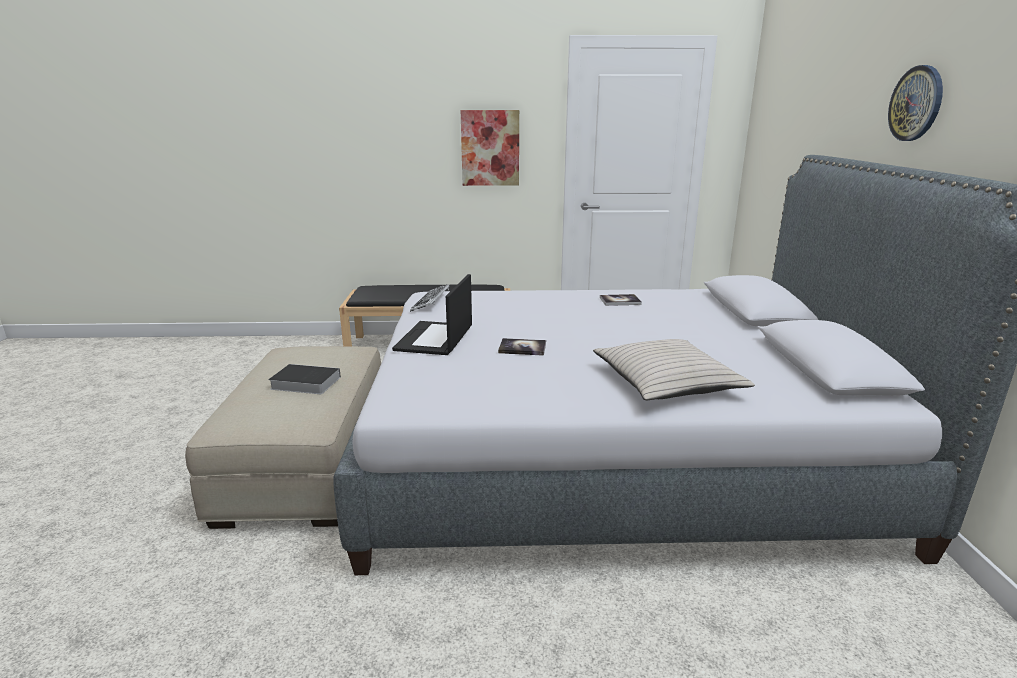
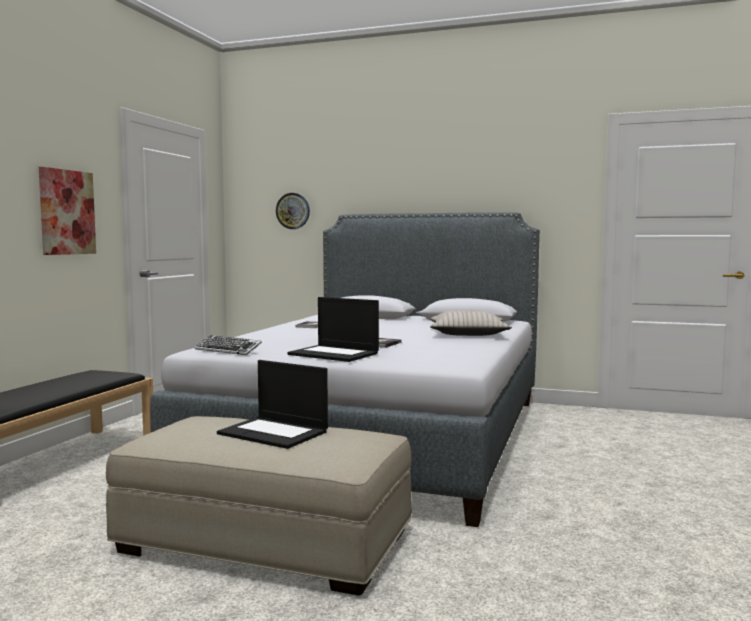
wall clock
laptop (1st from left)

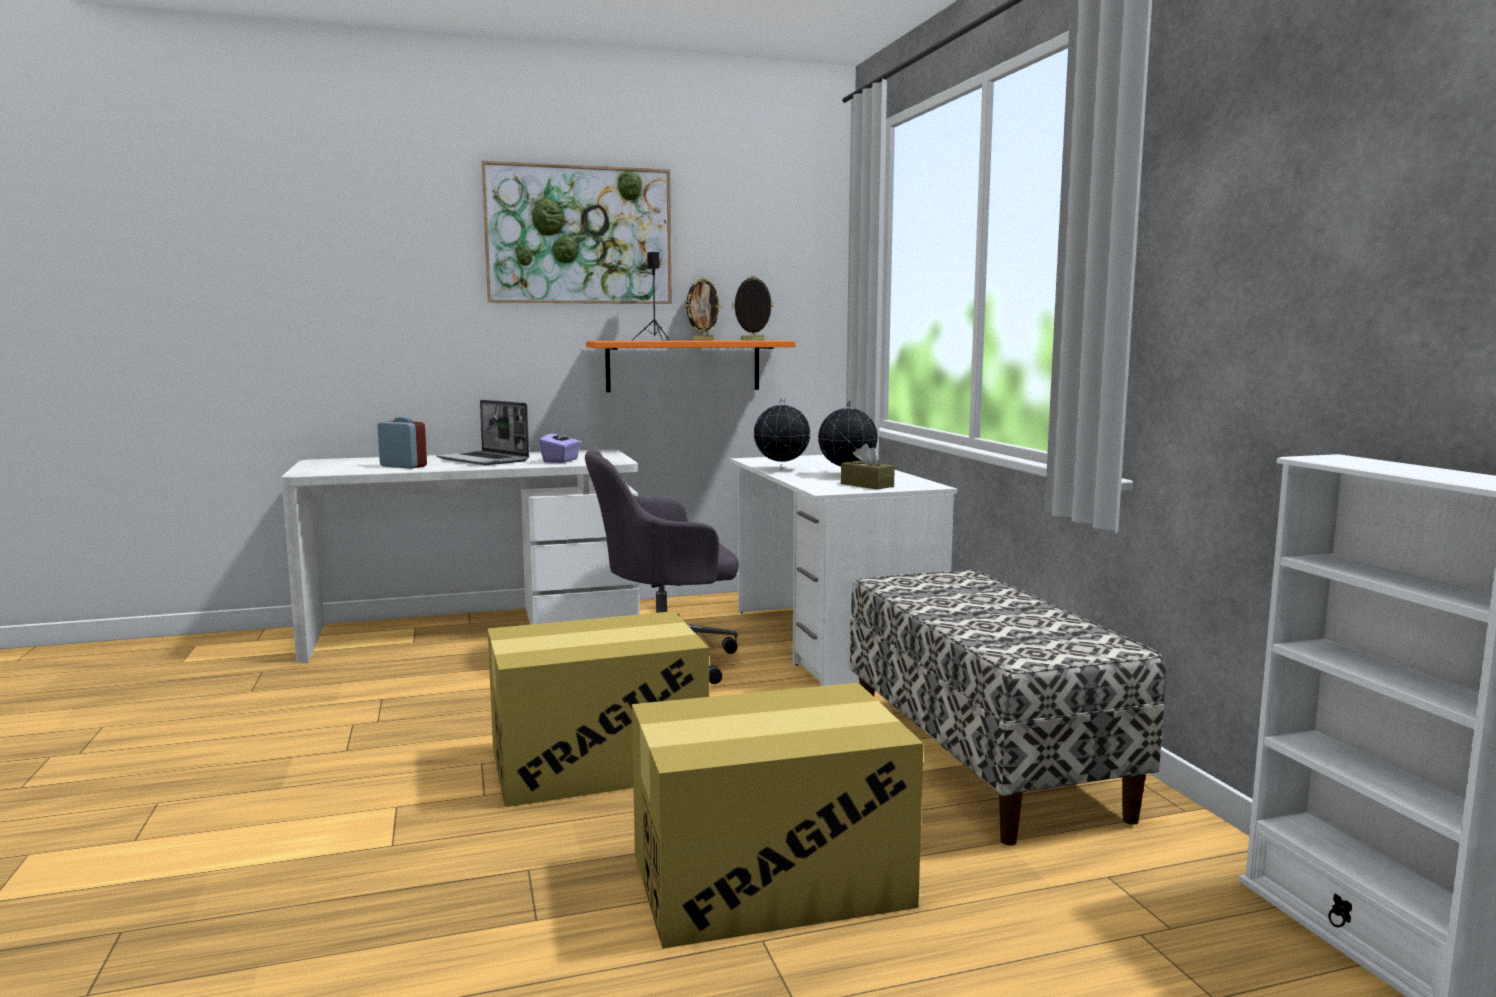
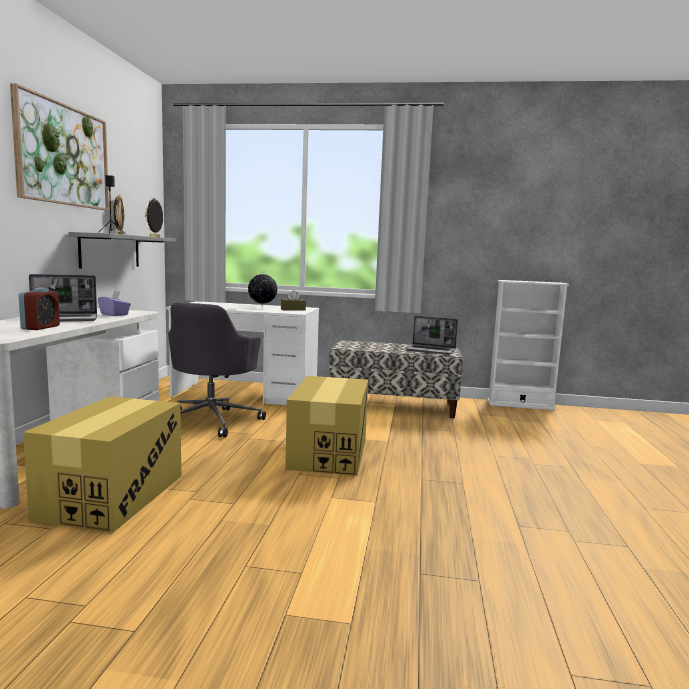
globe (1st from left in the first image)
laptop (2nd from left)
cardboard box (1st from left)
shelf (grey)
alarm clock

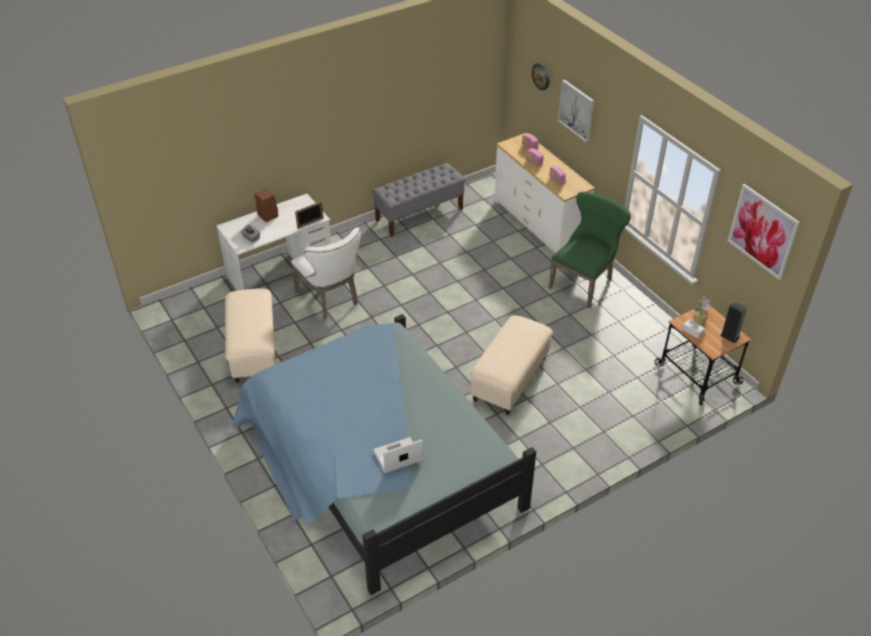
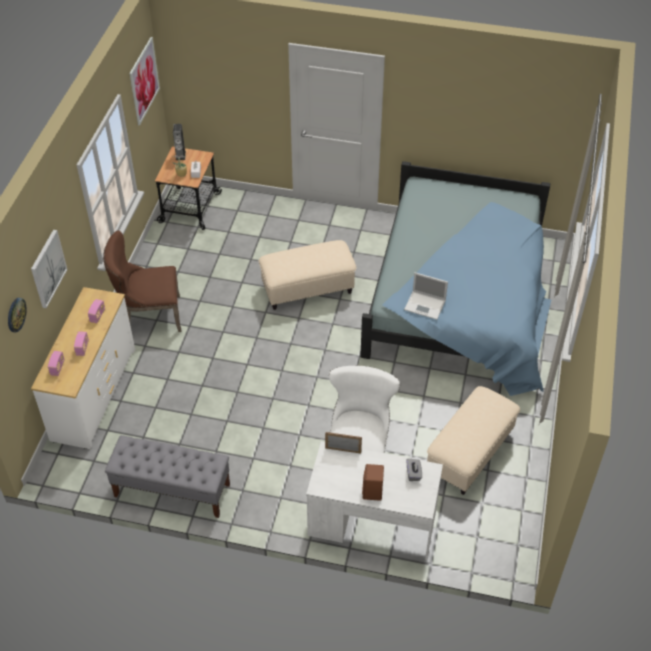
laptop
chair (brown)

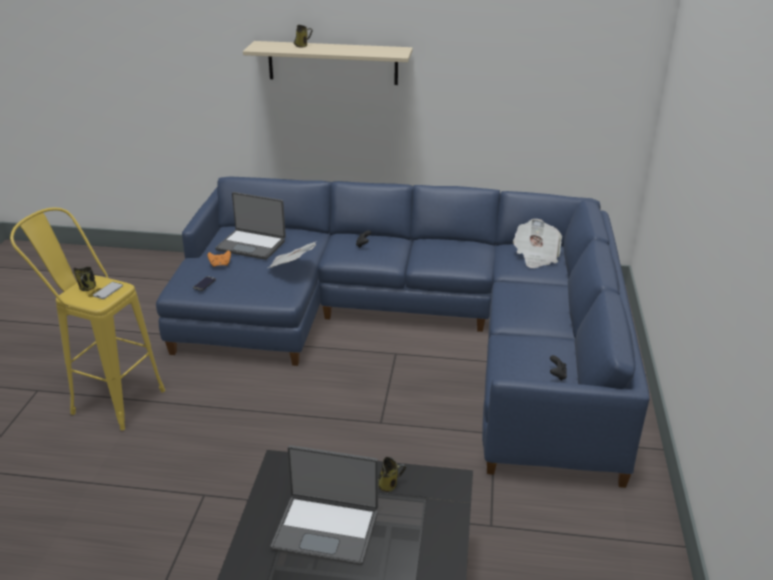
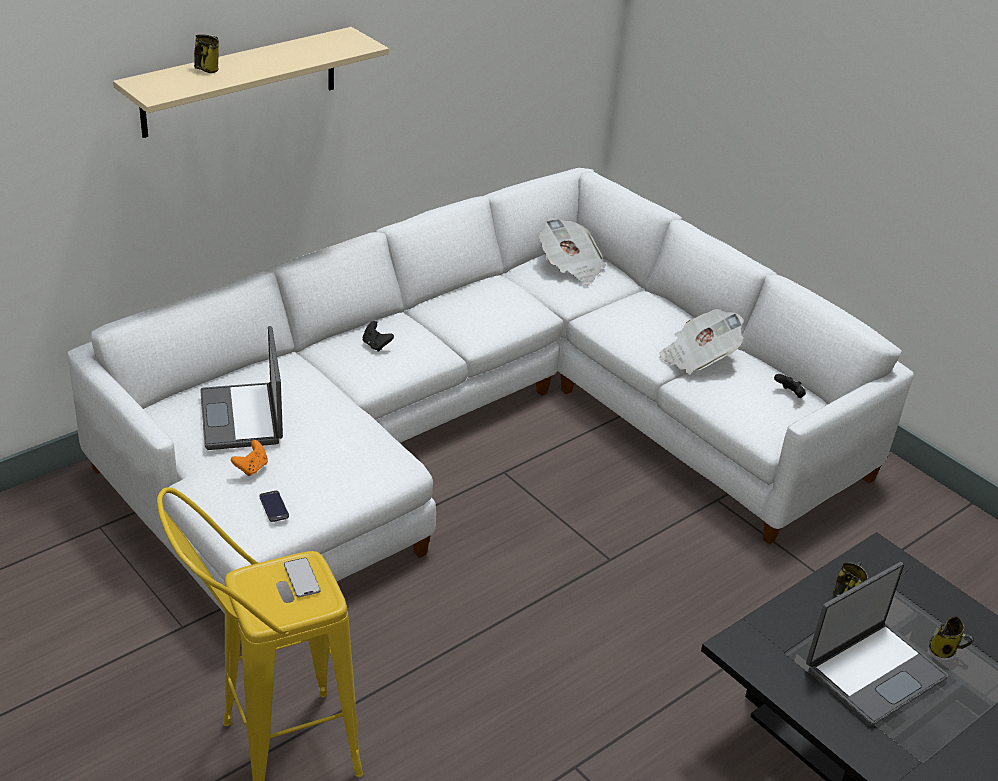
mug (3rd from left)
newspaper (2nd from left)
sofa (white)
laptop (1st from left)

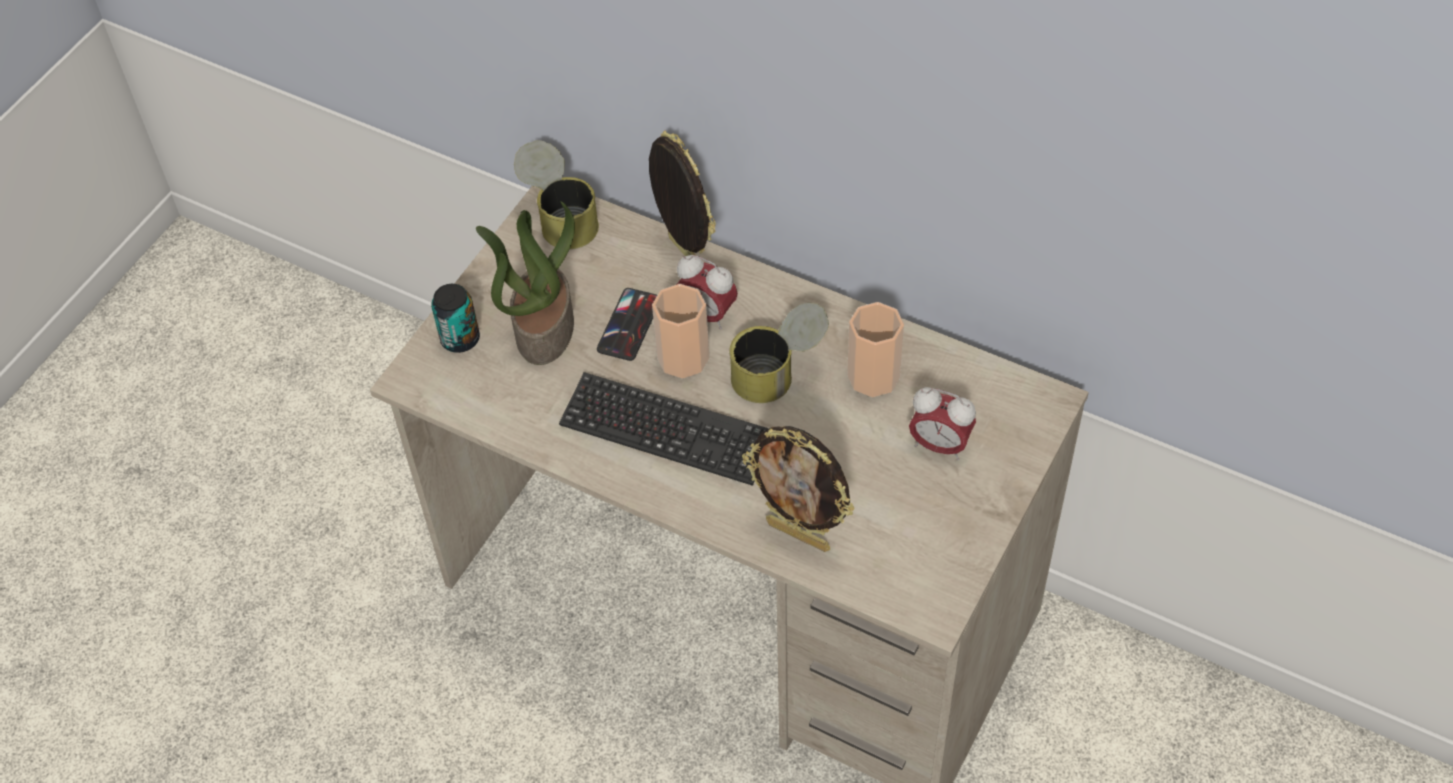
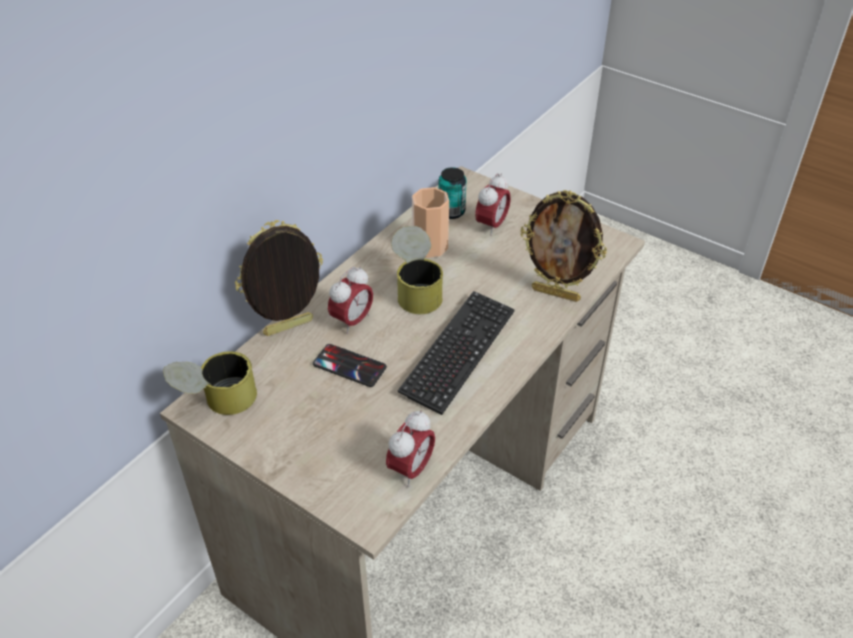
potted plant
cup (1st from left in the first image)
alarm clock (2nd from left)
can (3rd from left)
picture frame (2nd from left)

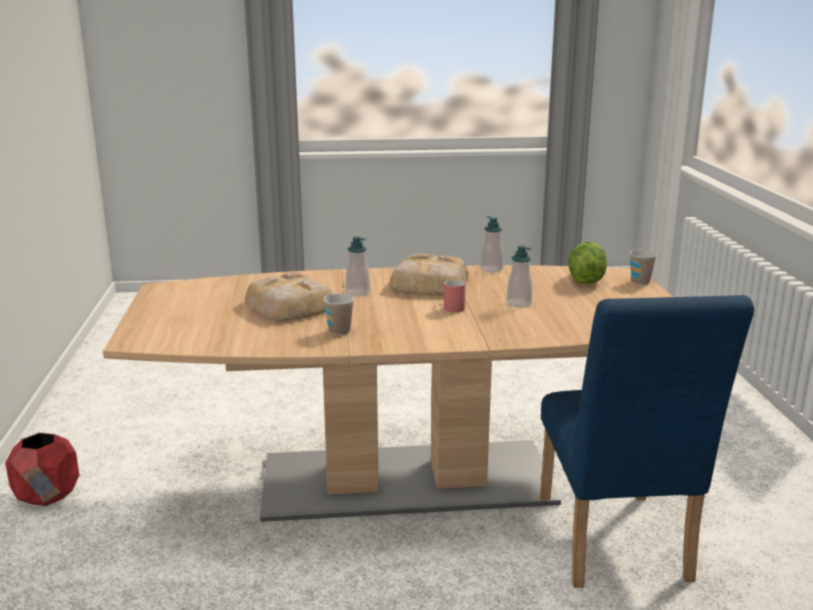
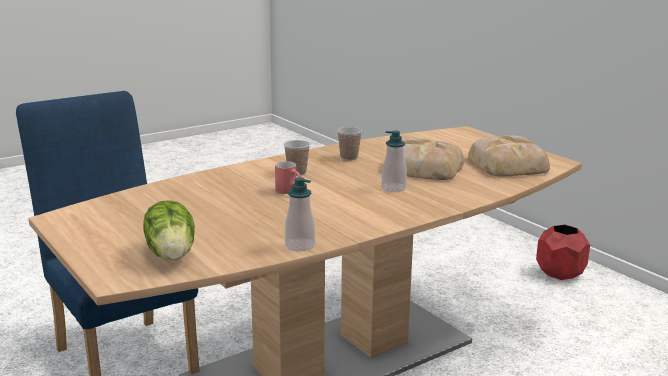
soap dispenser (3rd from left in the first image)
bread (2nd from left)
cup (1st from left)

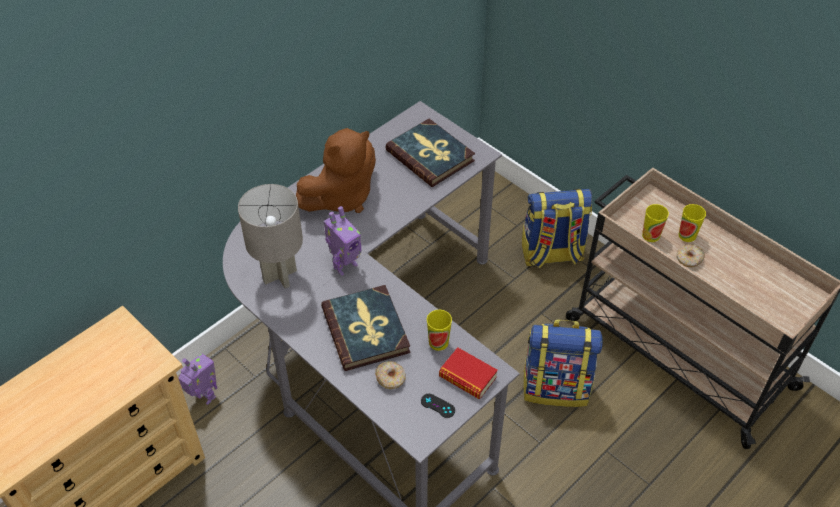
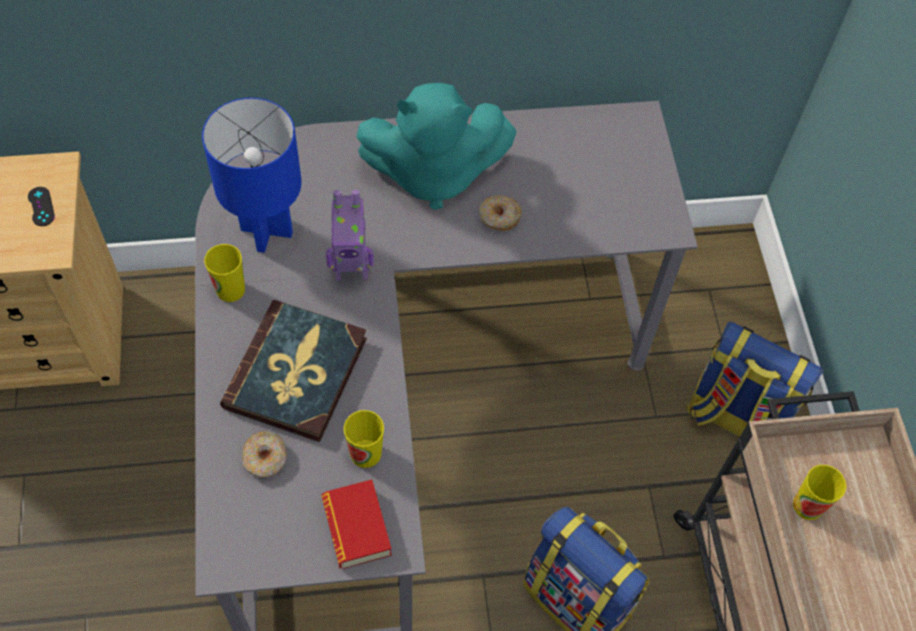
toy robot (1st from left in the first image)
book (2nd from left in the first image)
game controller (black)
donut (2nd from left)
cup (1st from left)
table lamp (blue)
plush toy (turquoise)

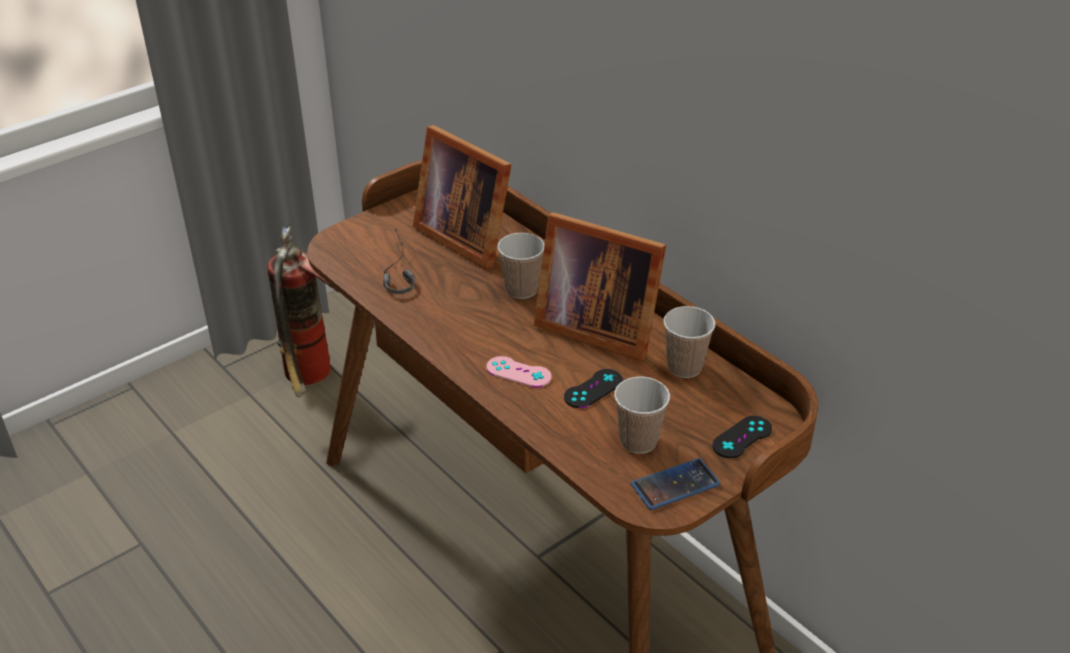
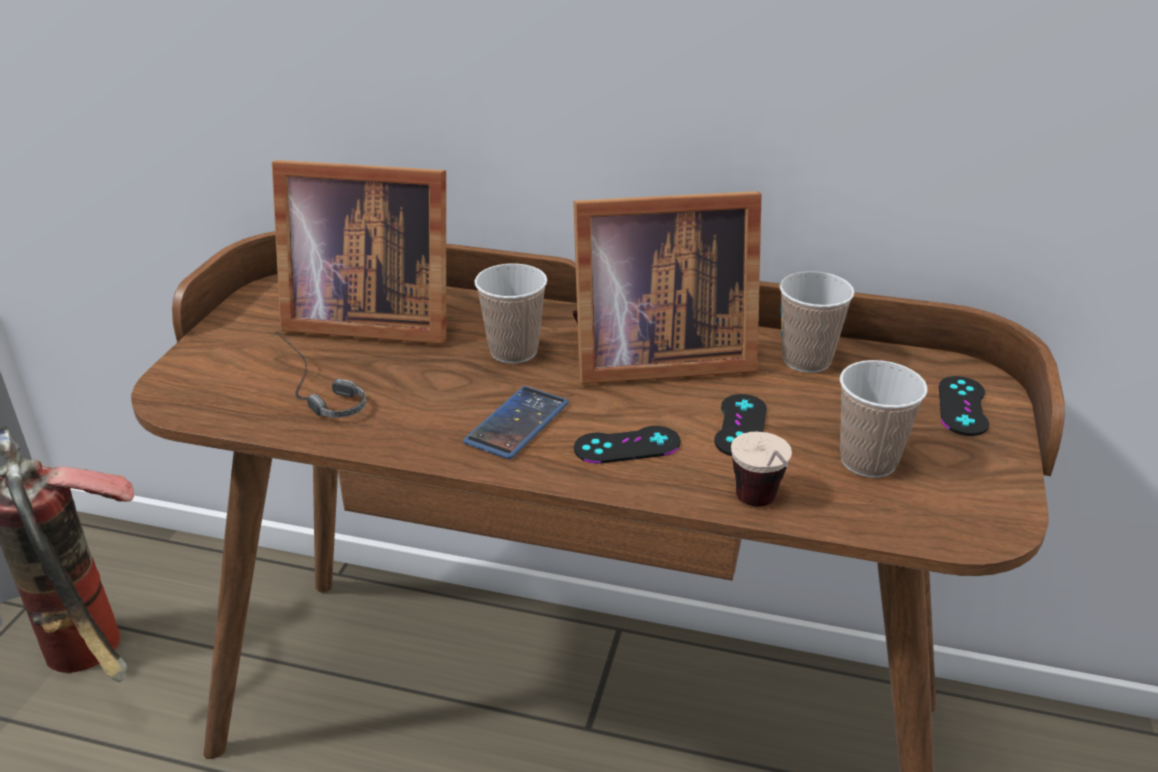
cup (2nd from left)
phone
game controller (black) (1st from left)

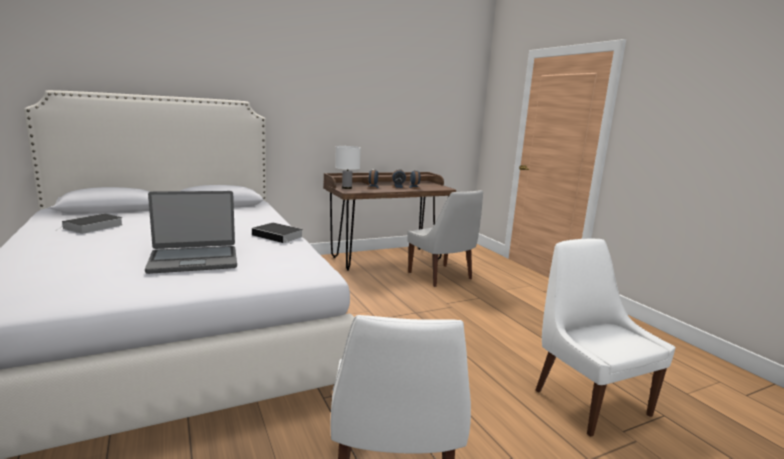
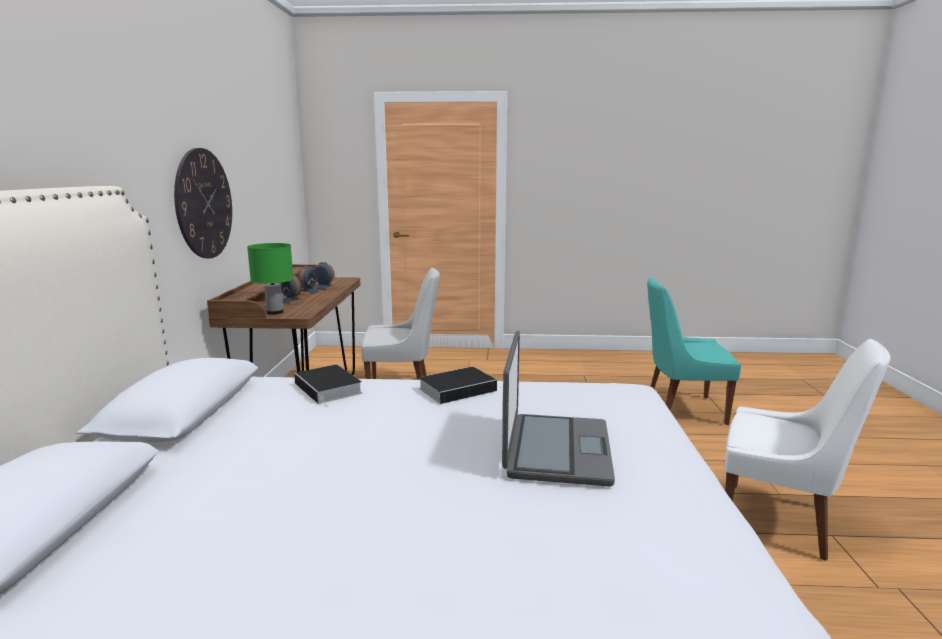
wall clock
book (1st from left)
table lamp (green)
chair (turquoise)

